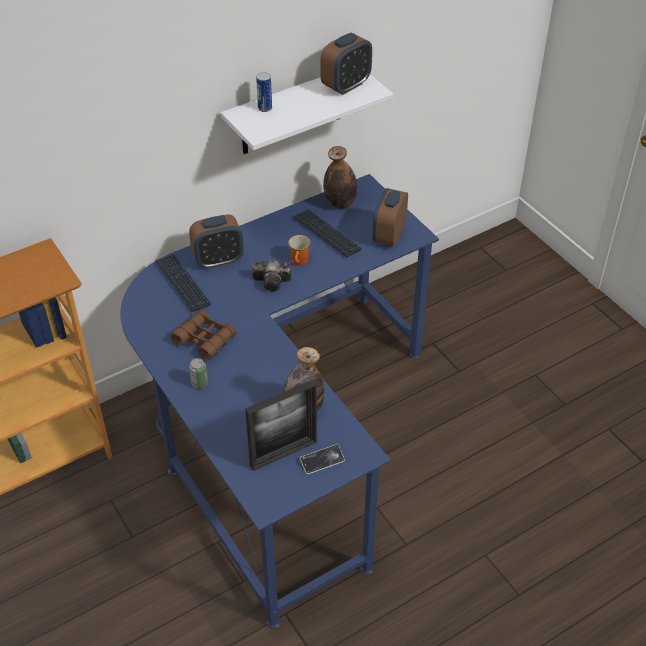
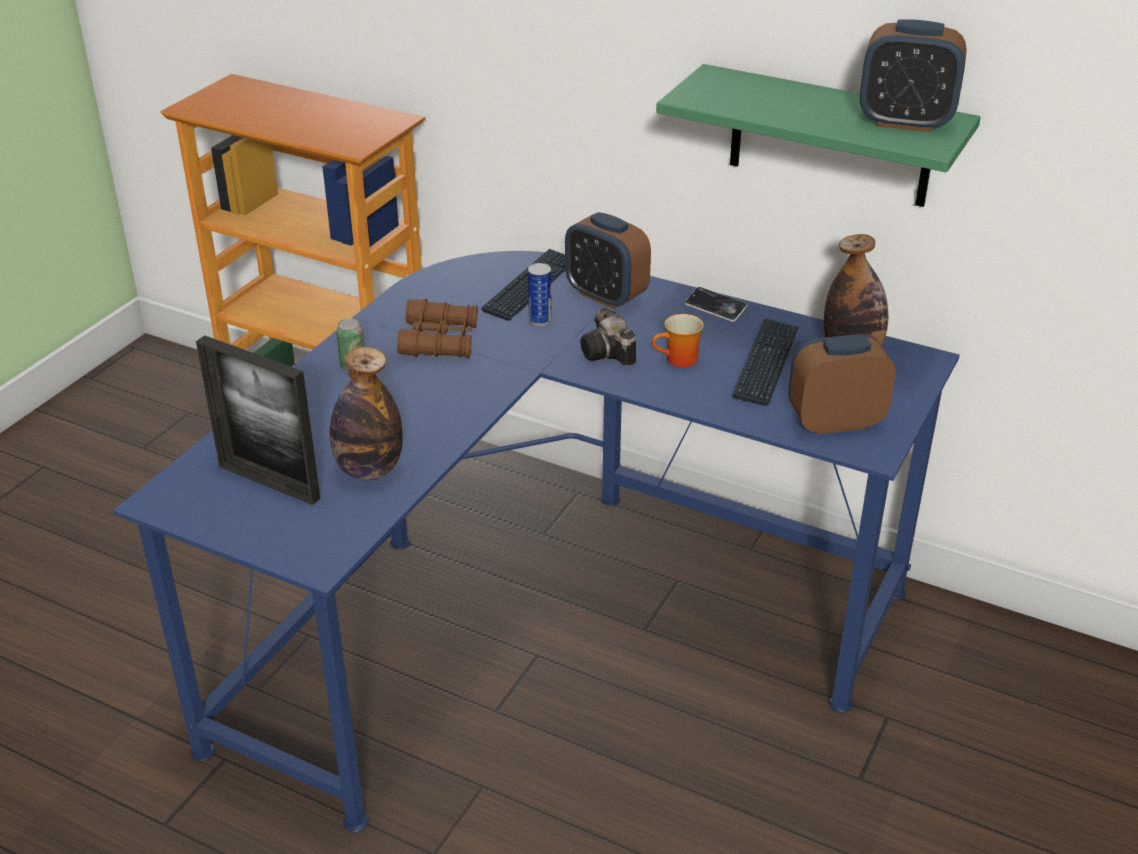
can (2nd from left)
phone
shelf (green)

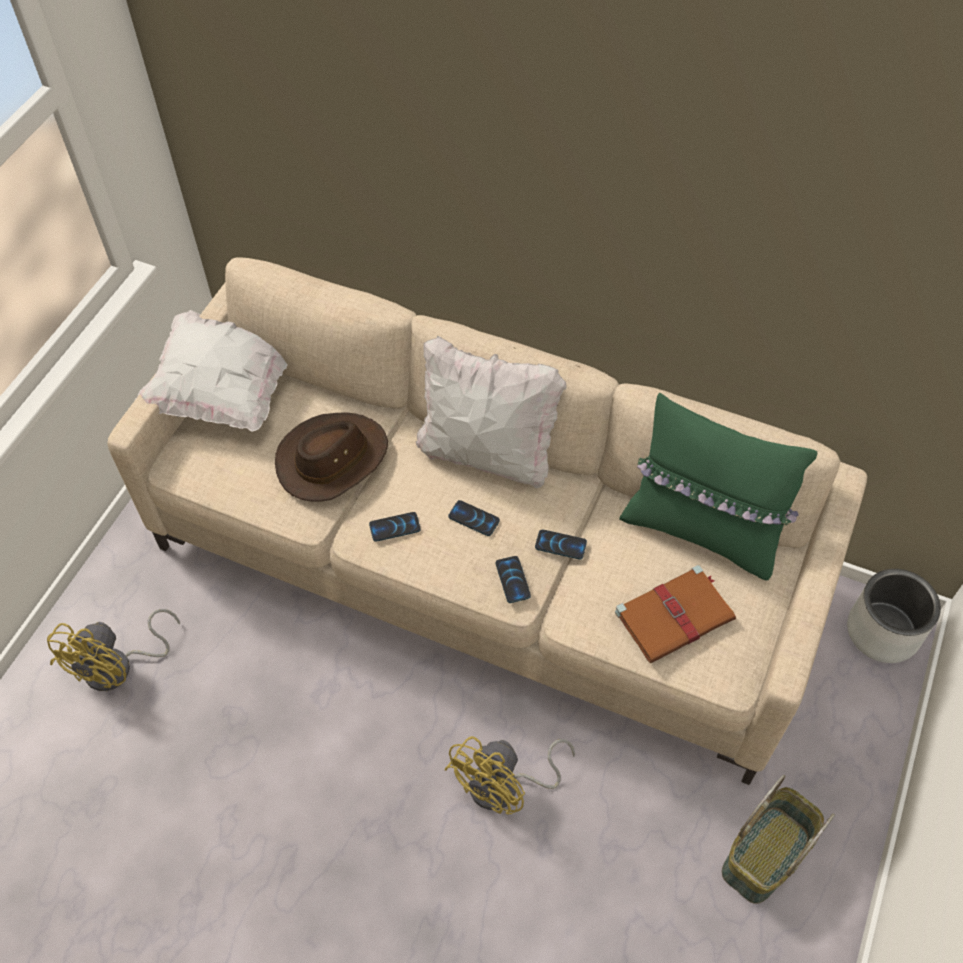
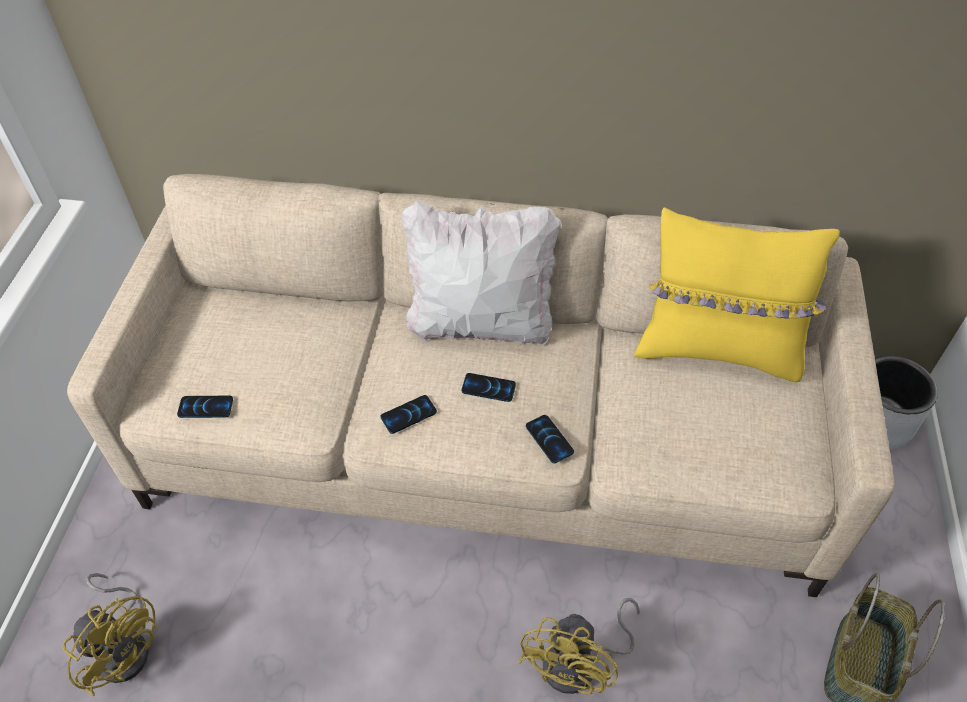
pillow (white) (1st from left in the first image)
hat (brown)
book (brown)
phone (1st from left)
pillow (yellow)
fan (yellow) (1st from left)

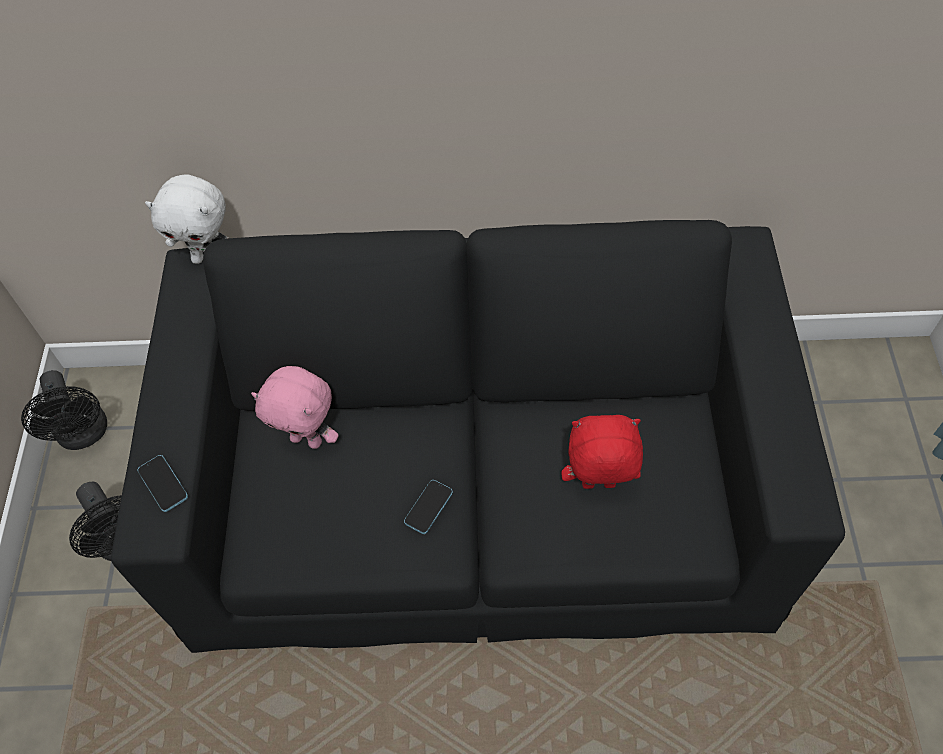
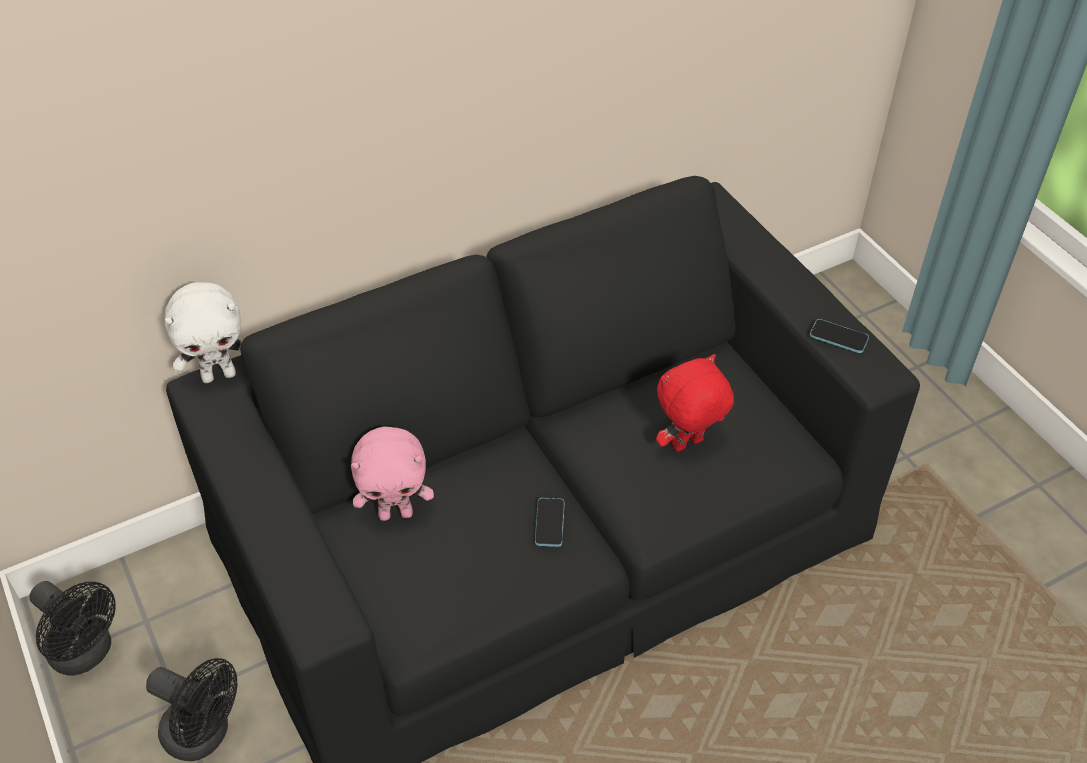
phone (2nd from left)

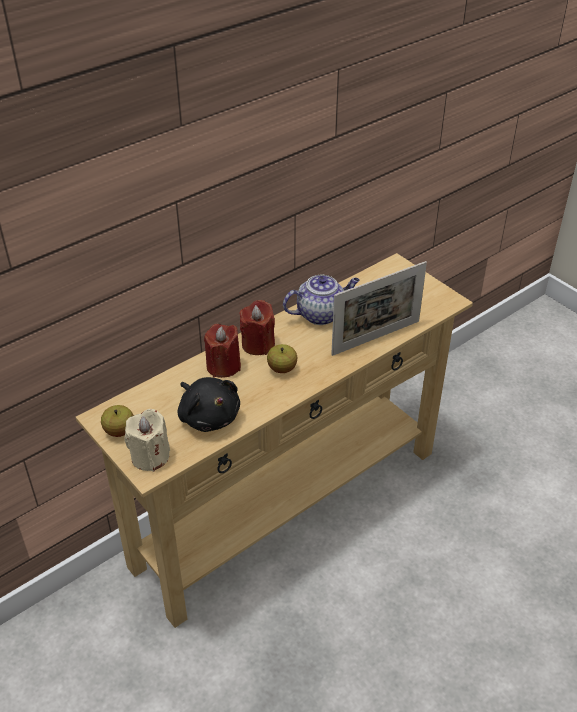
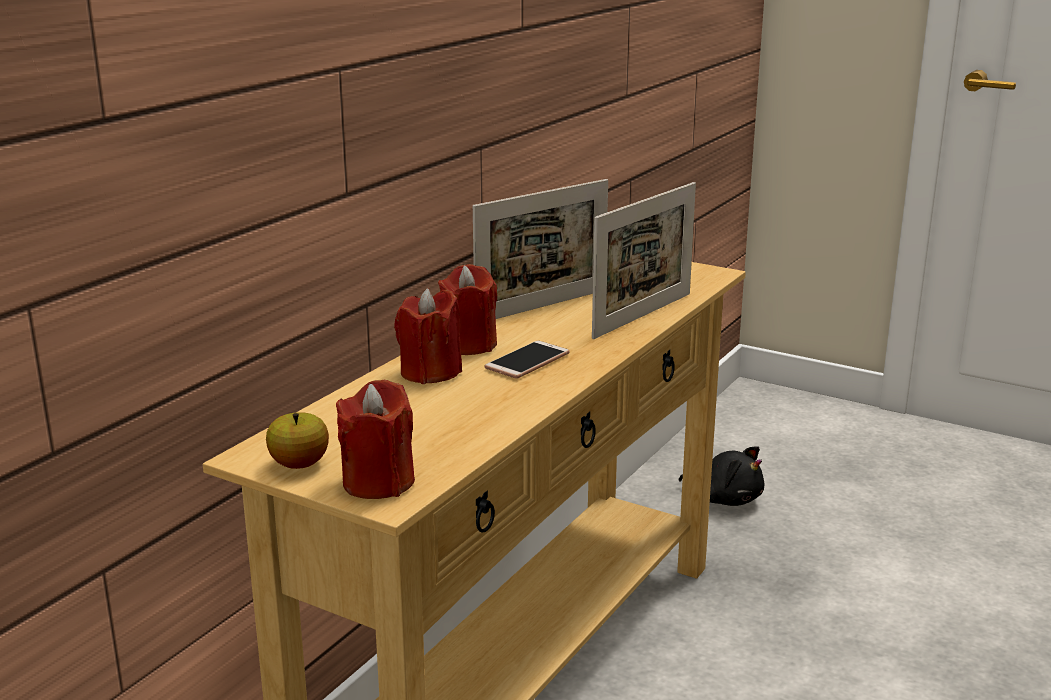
plush toy (black)
phone
picture frame (1st from left)
candle (red) (1st from left)

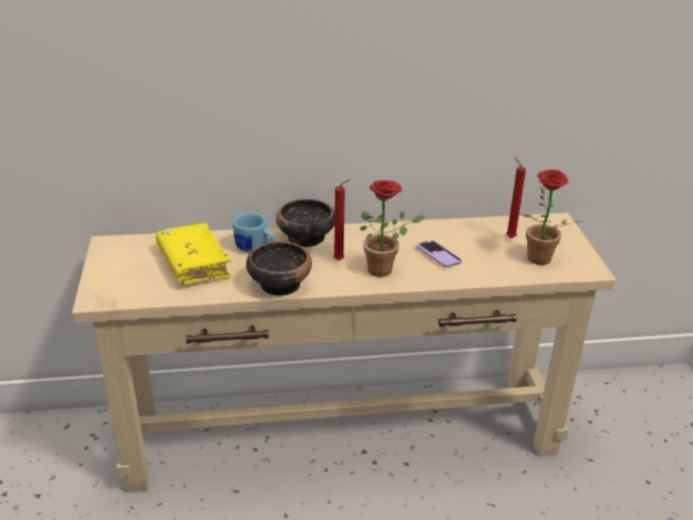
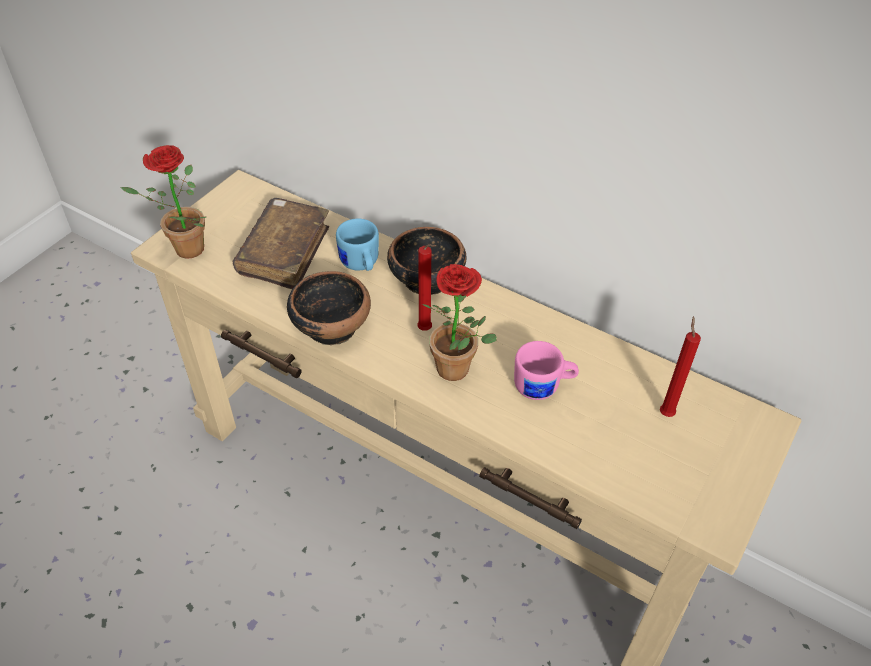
potted plant (1st from left)
mug (pink)
book (brown)

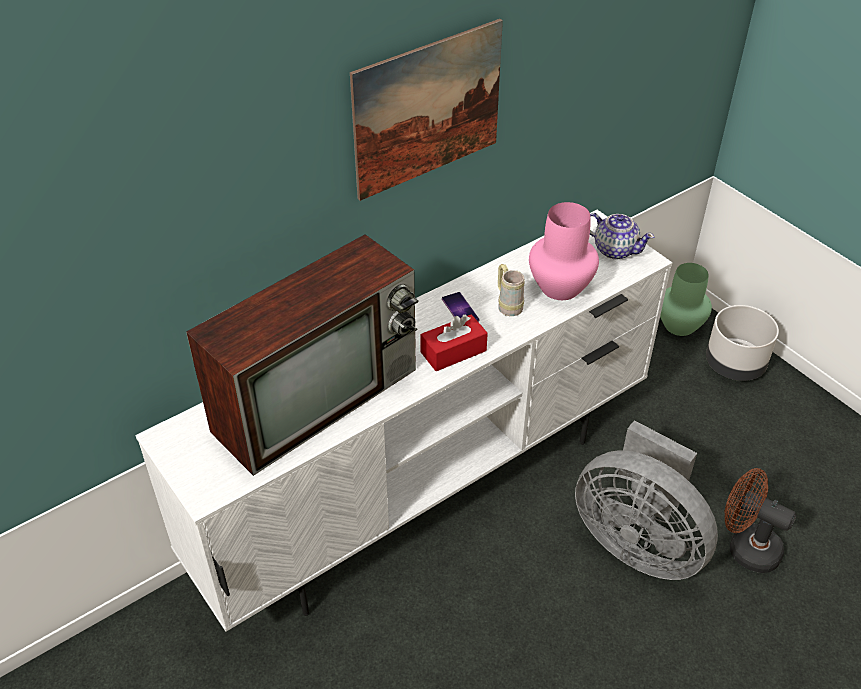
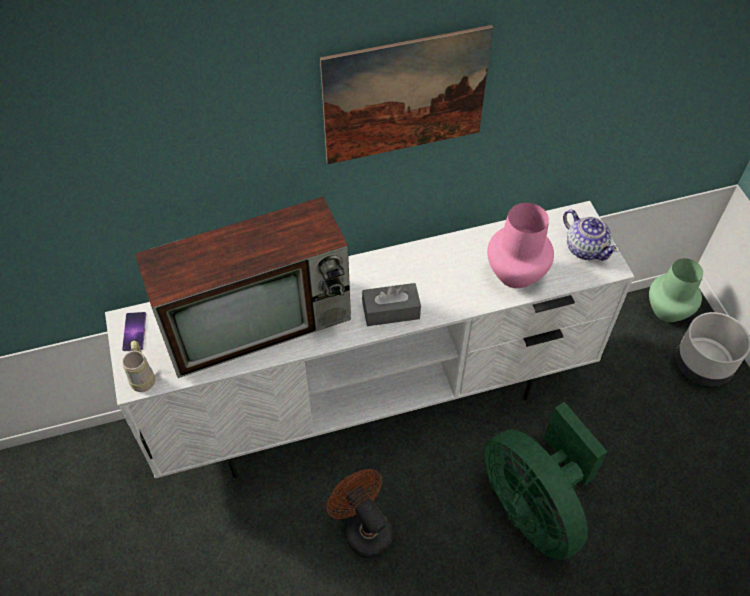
phone
mug (beige)
fan (brown)
tissue box (grey)
fan (green)

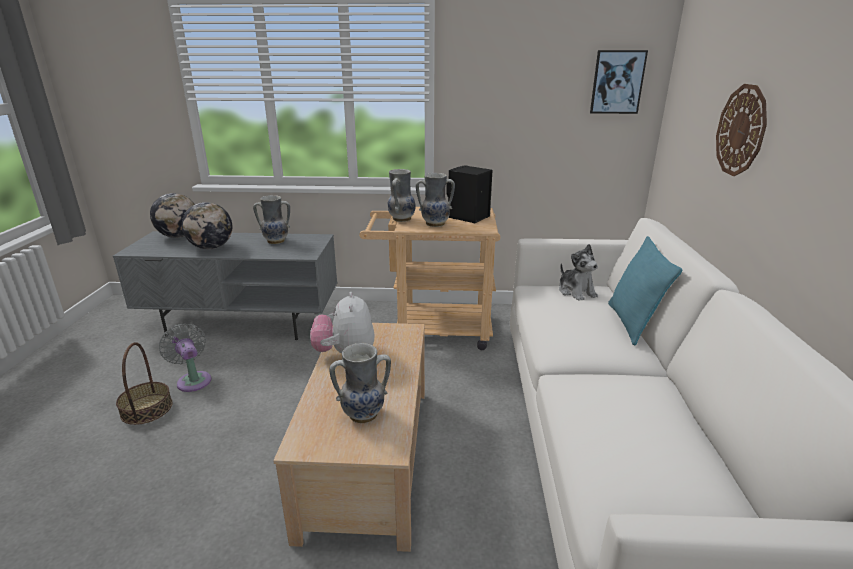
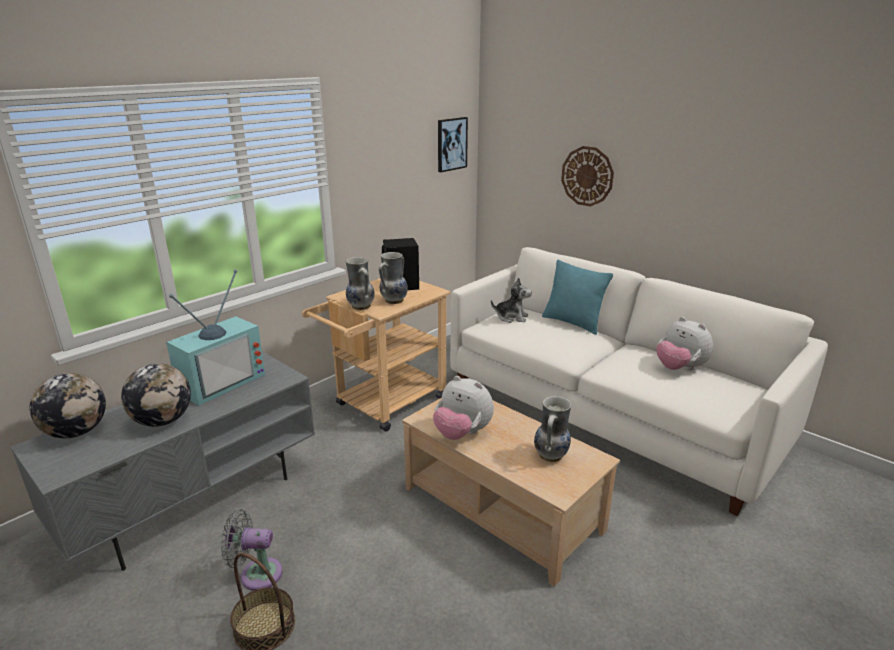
plush toy (3rd from left)
television

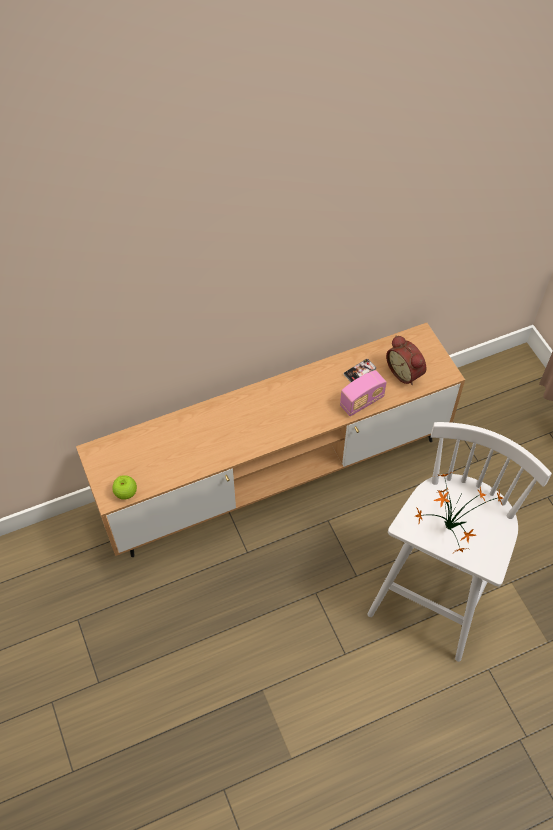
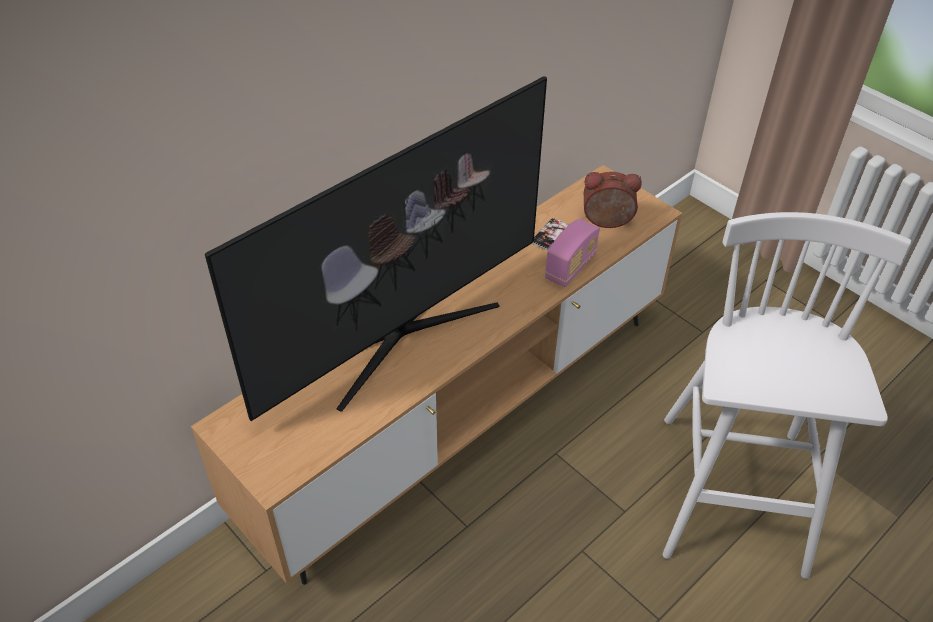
apple
potted plant
television
alarm clock

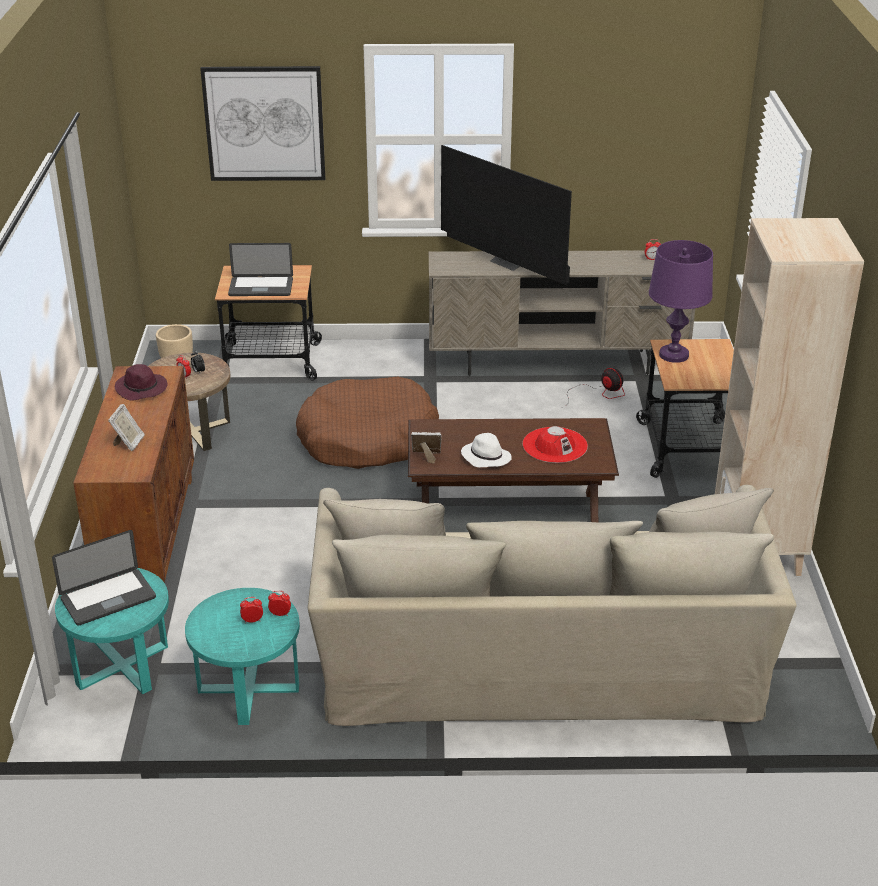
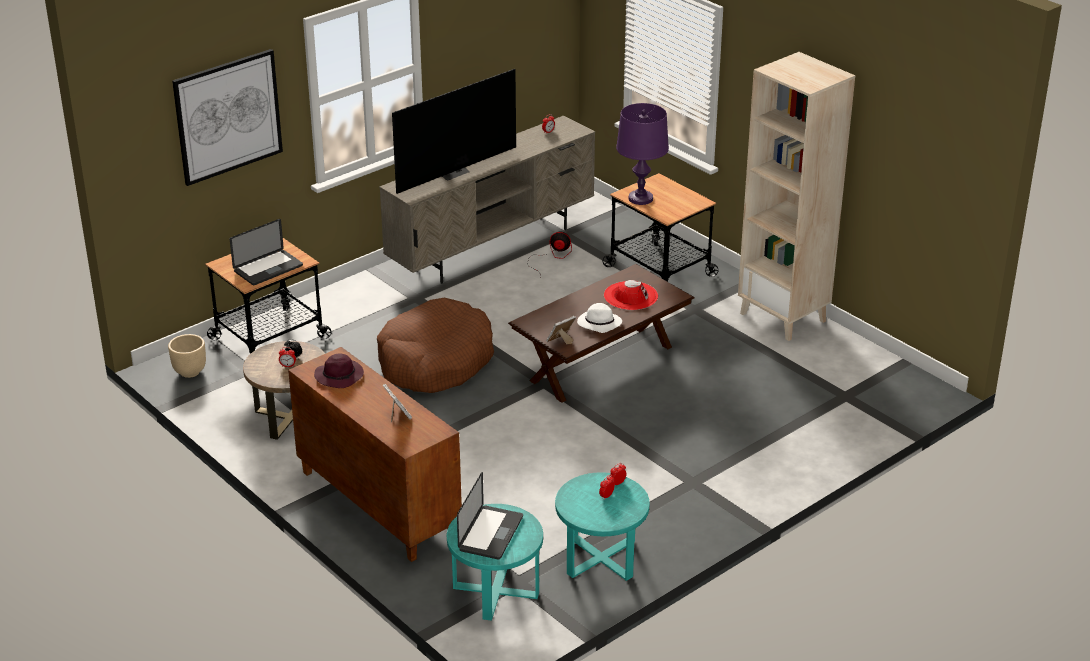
sofa (beige)
television

